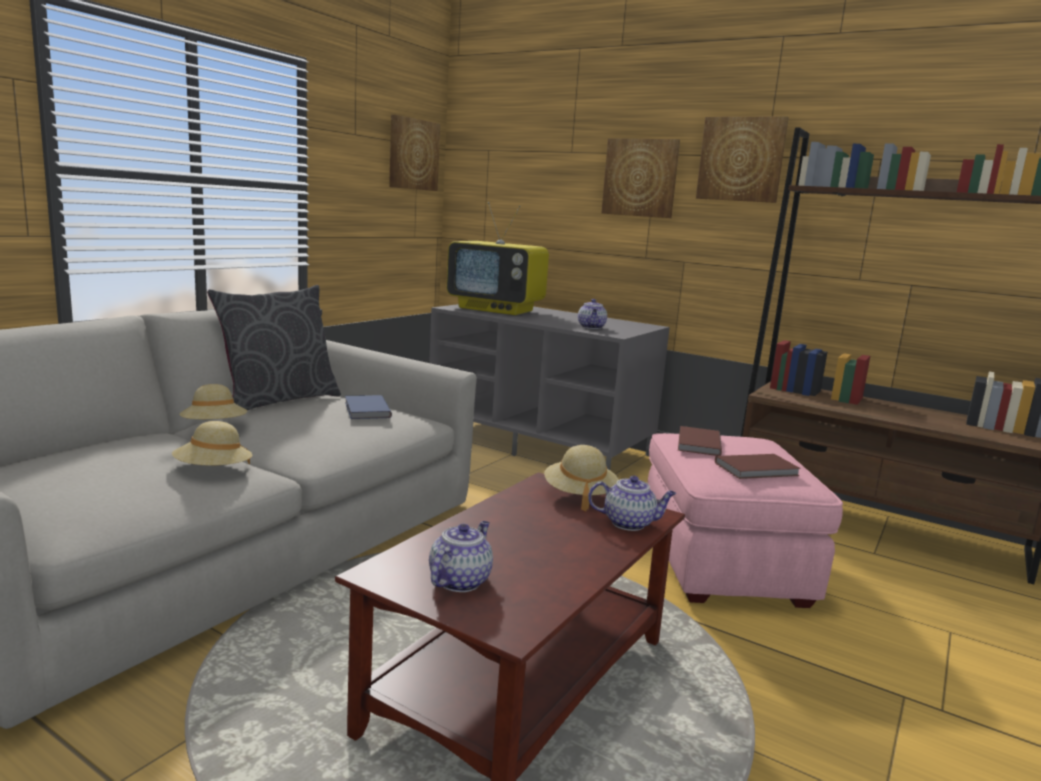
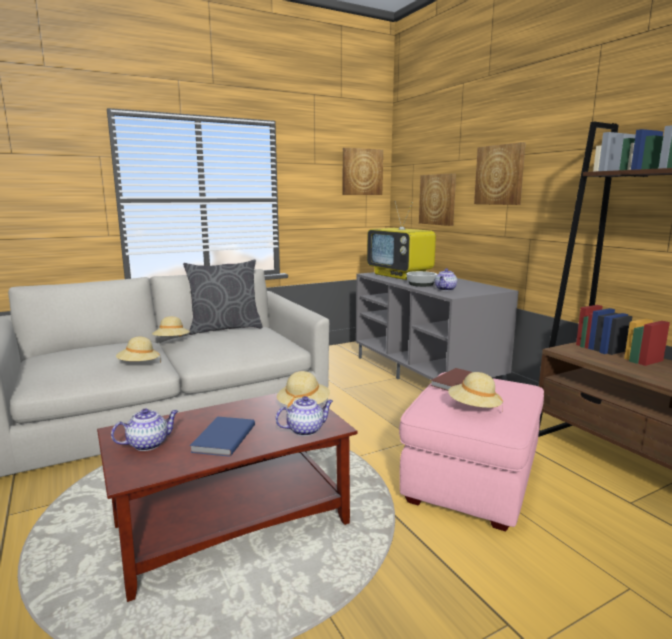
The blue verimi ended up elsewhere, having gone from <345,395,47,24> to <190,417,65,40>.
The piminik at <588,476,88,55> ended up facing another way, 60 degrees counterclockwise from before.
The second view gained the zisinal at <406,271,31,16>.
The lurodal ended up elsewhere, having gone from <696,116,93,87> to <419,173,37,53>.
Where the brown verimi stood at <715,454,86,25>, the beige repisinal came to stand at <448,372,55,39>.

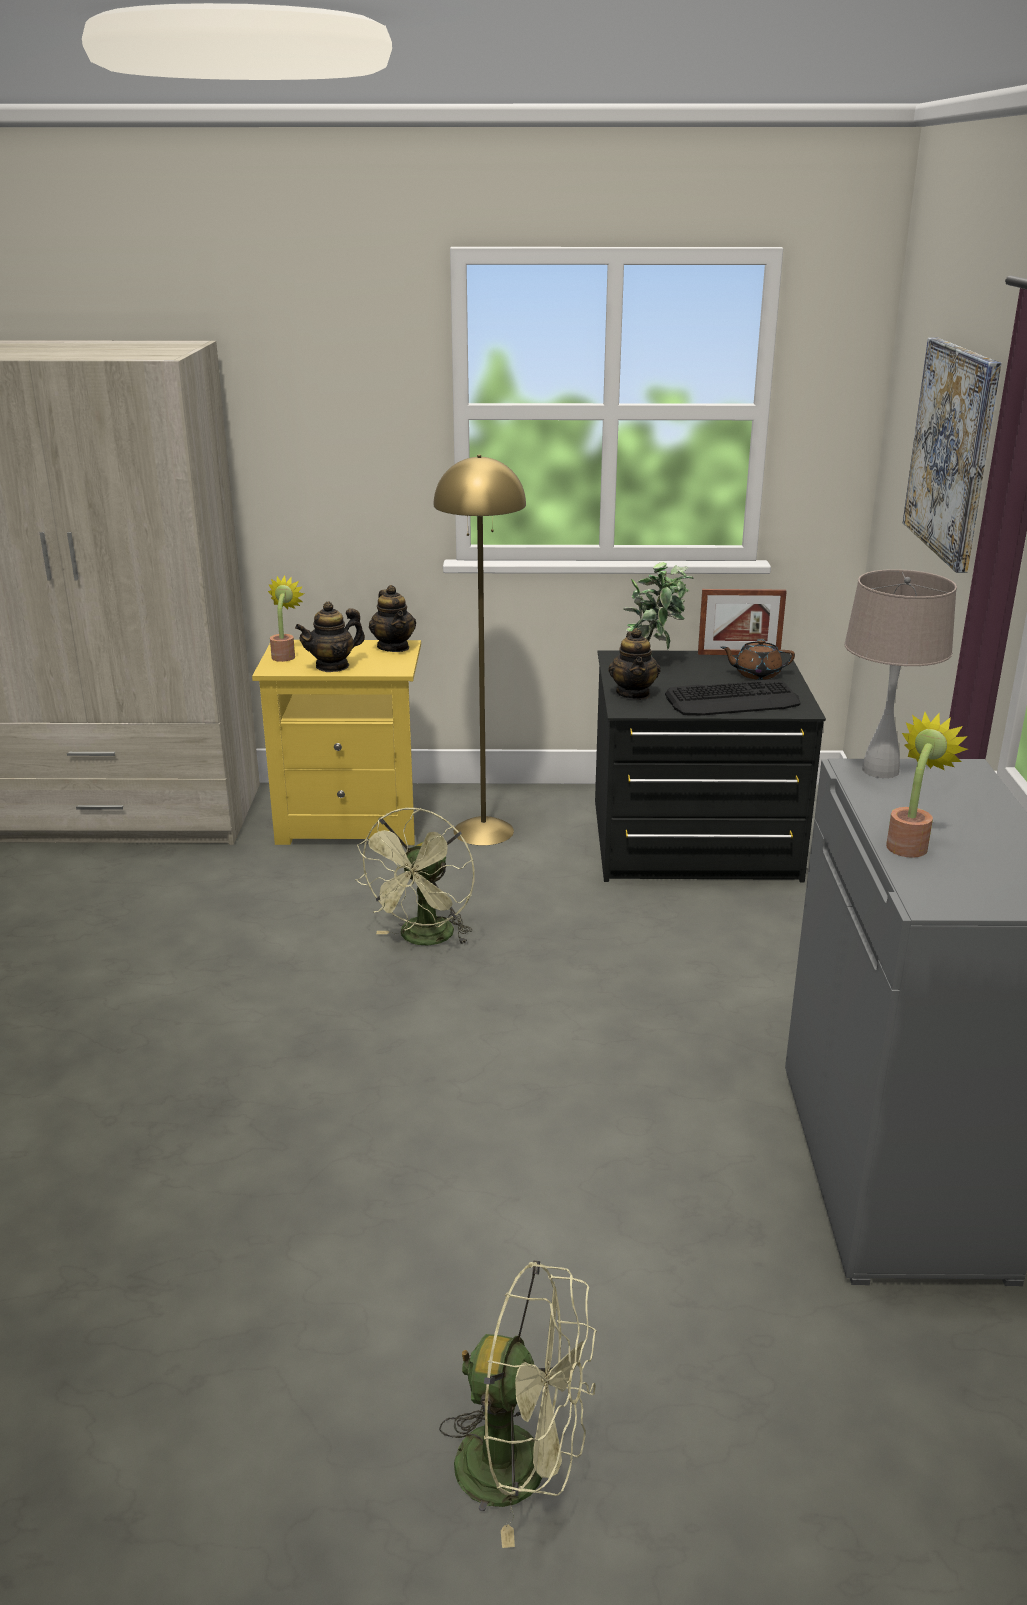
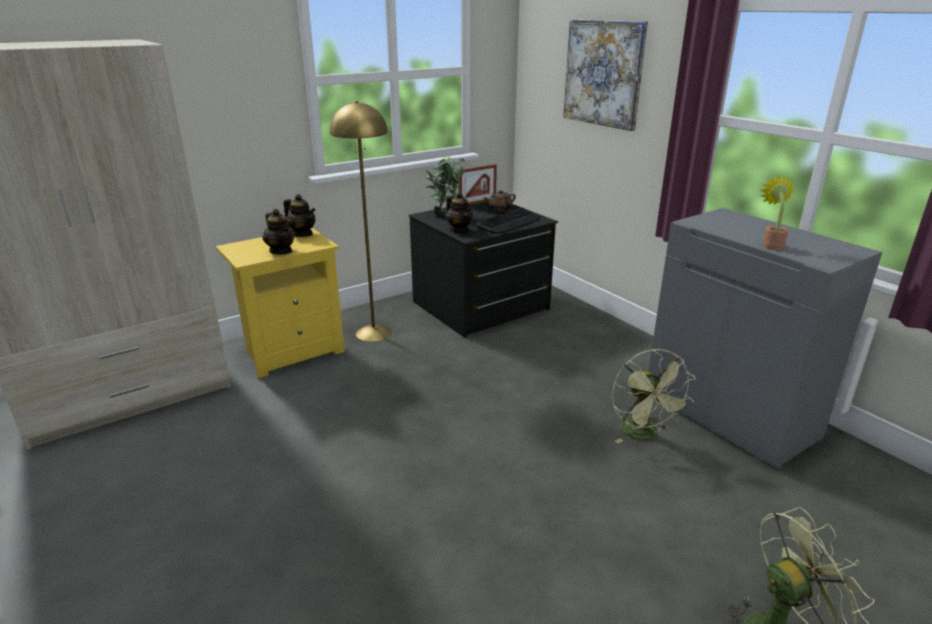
The piminik at <295,601,70,71> ended up facing another way, 60 degrees counterclockwise from before.
The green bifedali ended up elsewhere, having gone from <355,808,120,138> to <612,349,84,94>.
The second view lost the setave at <268,575,36,87>.
The second view lost the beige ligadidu at <844,569,113,209>.

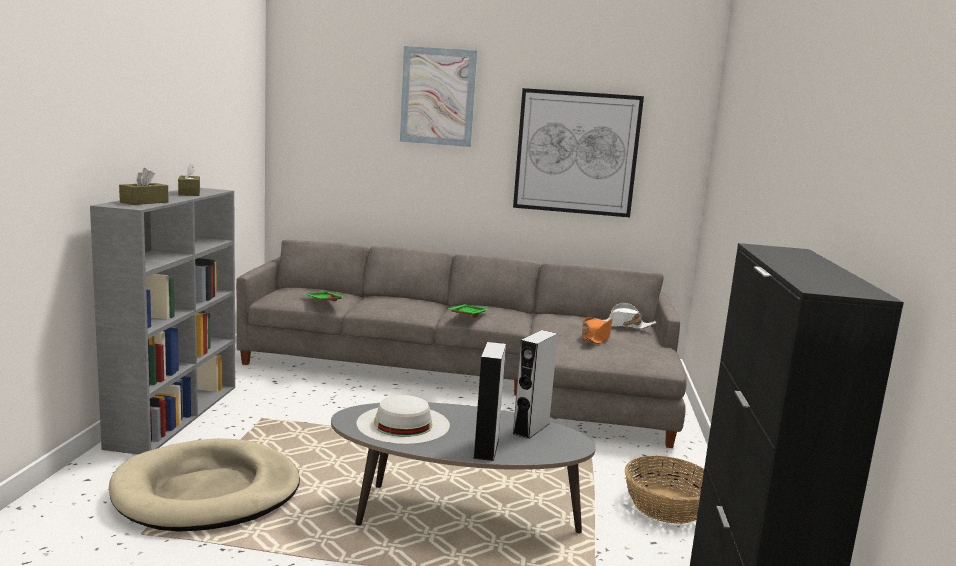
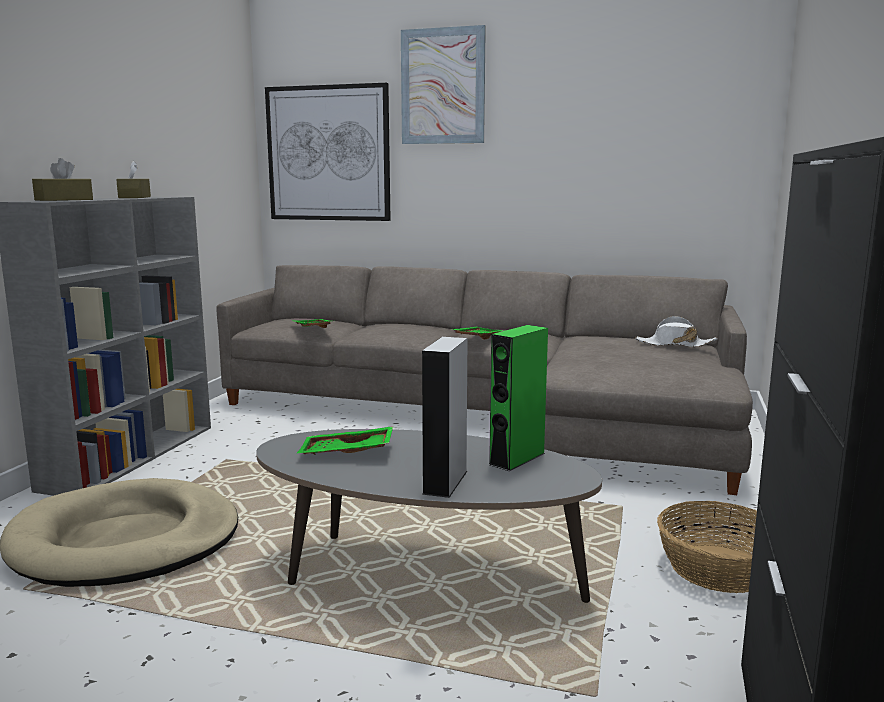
The lurodal ended up elsewhere, having gone from <513,88,131,129> to <265,83,126,138>.
Where the white repisinal stood at <356,395,94,49>, the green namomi came to stand at <297,426,97,29>.
What was the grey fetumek at <512,330,46,109> turned into the green fetumek at <489,325,59,146>.
The second view lost the orange repisinal at <582,317,31,27>.

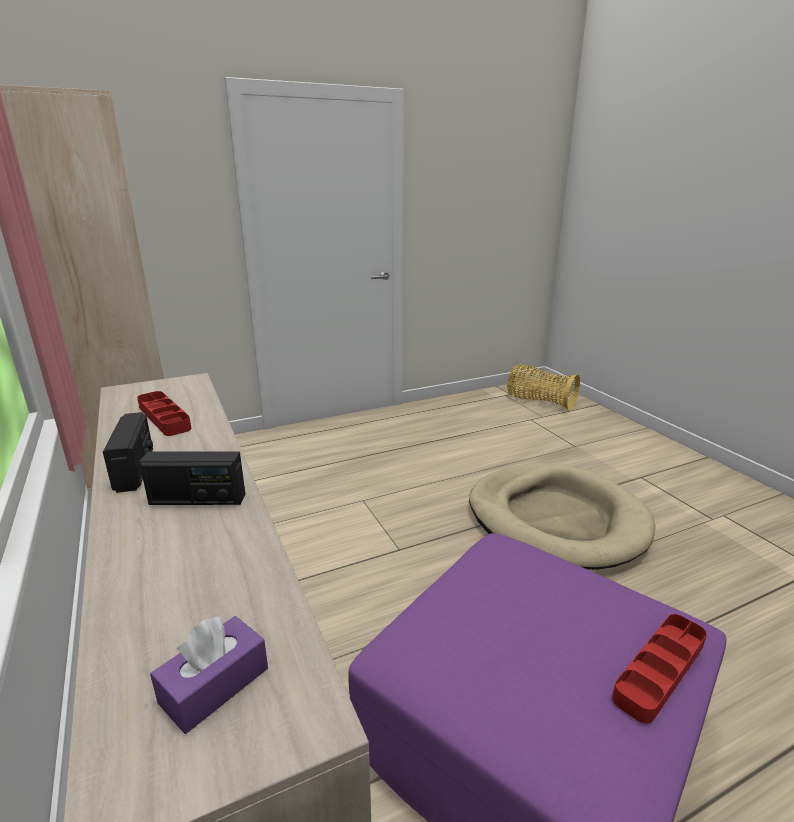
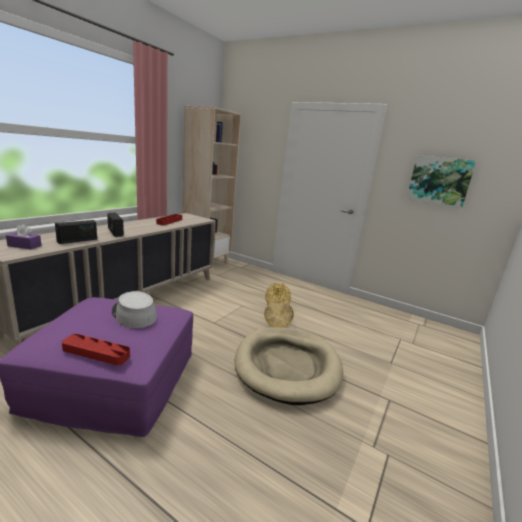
The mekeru ended up elsewhere, having gone from <103,412,50,81> to <55,220,42,24>.
The second view gained the grey repisinal at <112,291,45,37>.
The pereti ended up elsewhere, having gone from <507,364,73,46> to <264,283,30,44>.
The second view gained the lurodal at <407,155,69,53>.

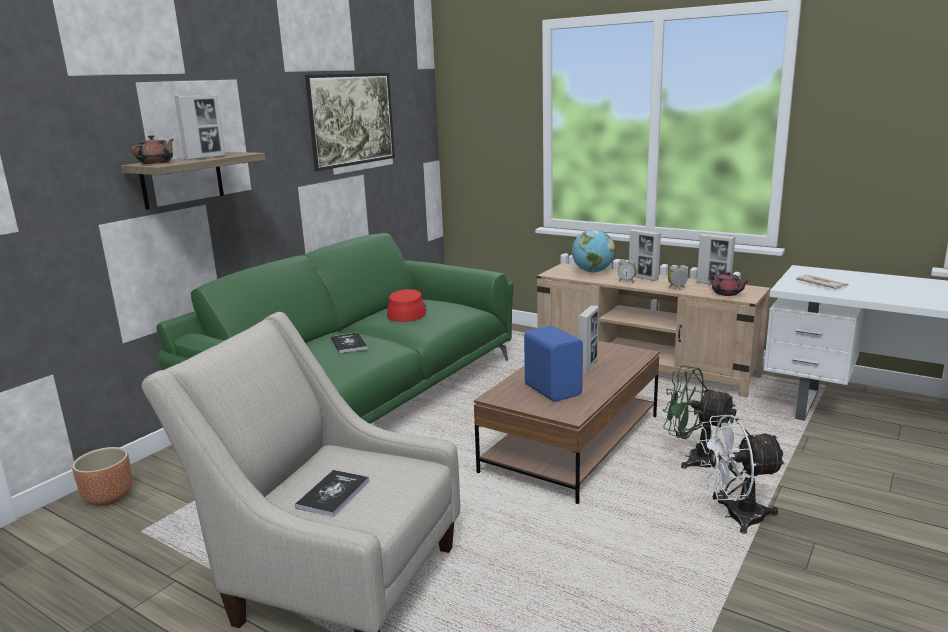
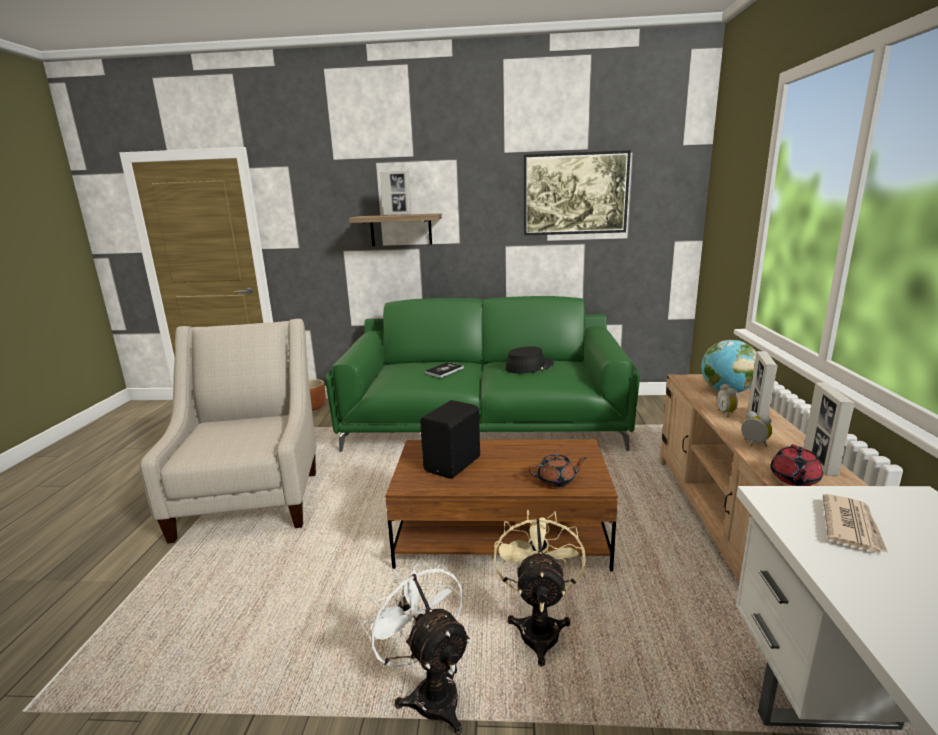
What was the blue fetumek at <524,326,59,76> turned into the black fetumek at <420,400,60,79>.
What was the green bifedali at <662,365,74,104> turned into the beige bifedali at <494,510,92,156>.
What was the red repisinal at <387,289,40,33> turned into the black repisinal at <505,346,49,28>.
The brown piminik ended up elsewhere, having gone from <132,135,42,29> to <529,454,58,33>.
The second view lost the verimi at <295,470,74,47>.
The second view lost the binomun at <577,305,22,69>.

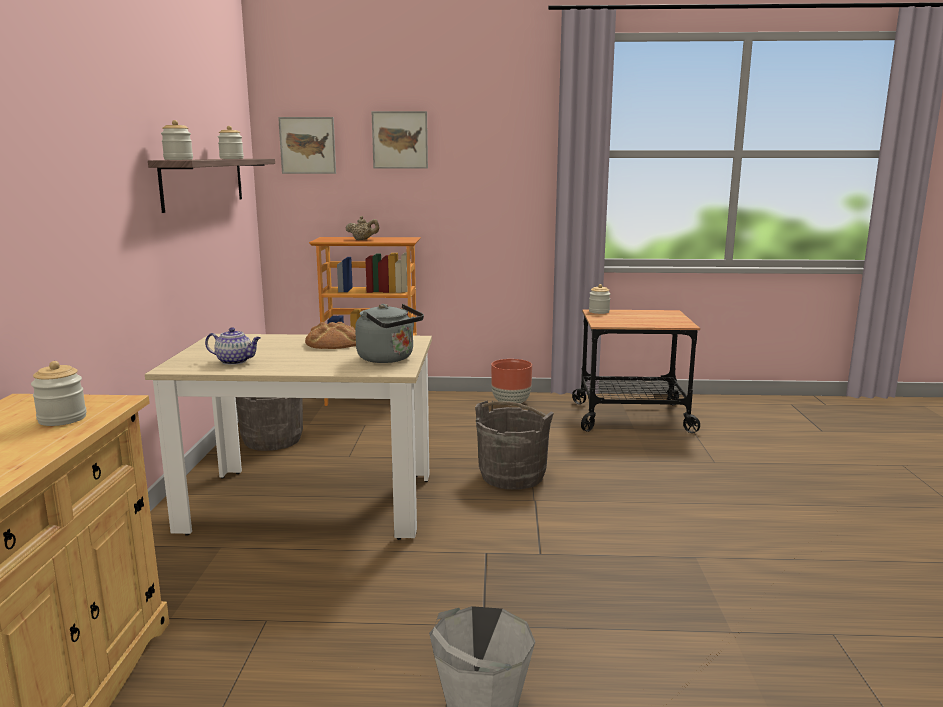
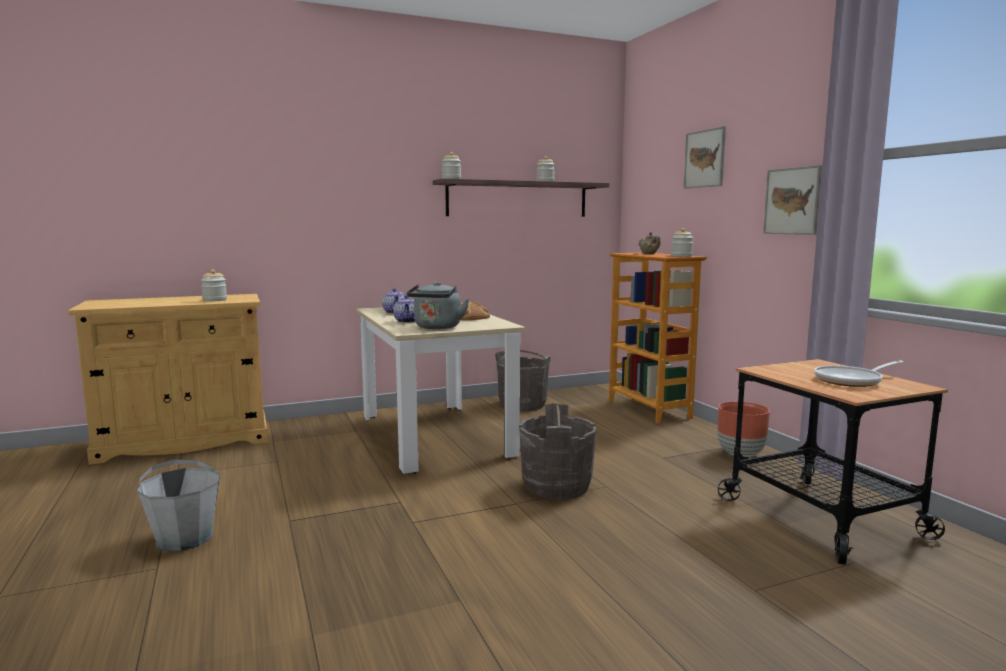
The second view gained the piminik at <393,295,22,28>.
The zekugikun ended up elsewhere, having gone from <589,284,21,30> to <671,228,22,29>.
The lurodal ended up elsewhere, having gone from <278,117,58,57> to <763,165,59,70>.
The second view gained the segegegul at <814,360,90,27>.

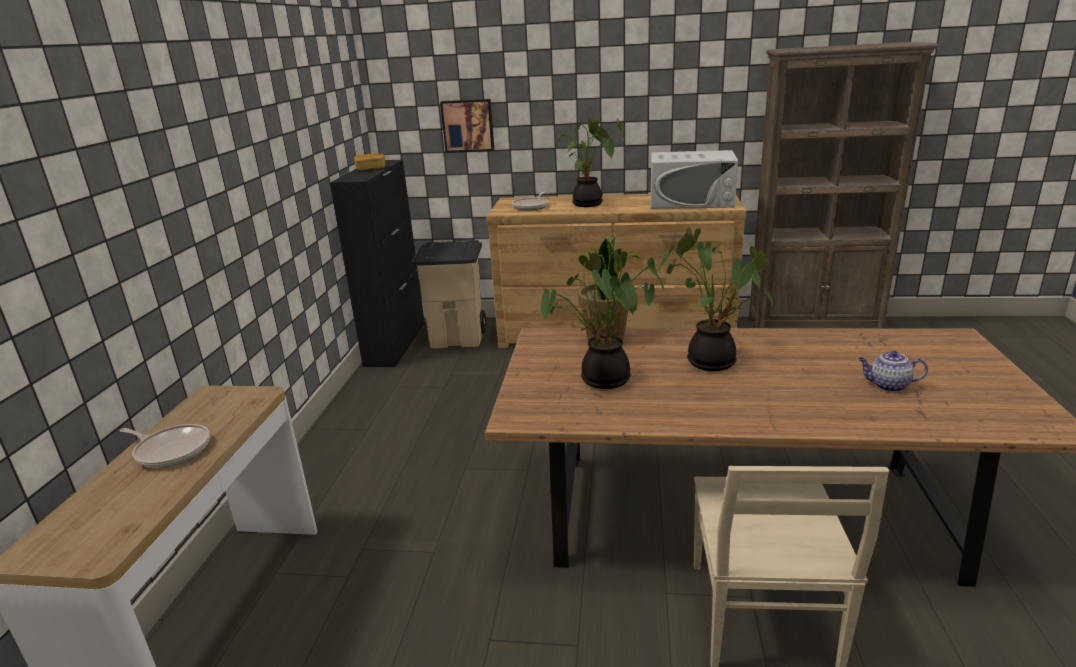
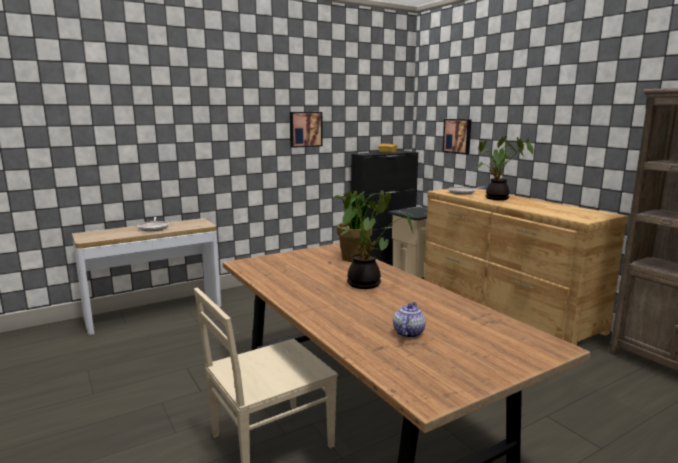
The second view gained the lurodal at <290,112,33,36>.
The piminik at <858,351,70,41> ended up facing another way, 45 degrees clockwise from before.
The second view lost the setave at <540,250,124,139>.
The second view lost the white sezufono at <651,150,87,59>.

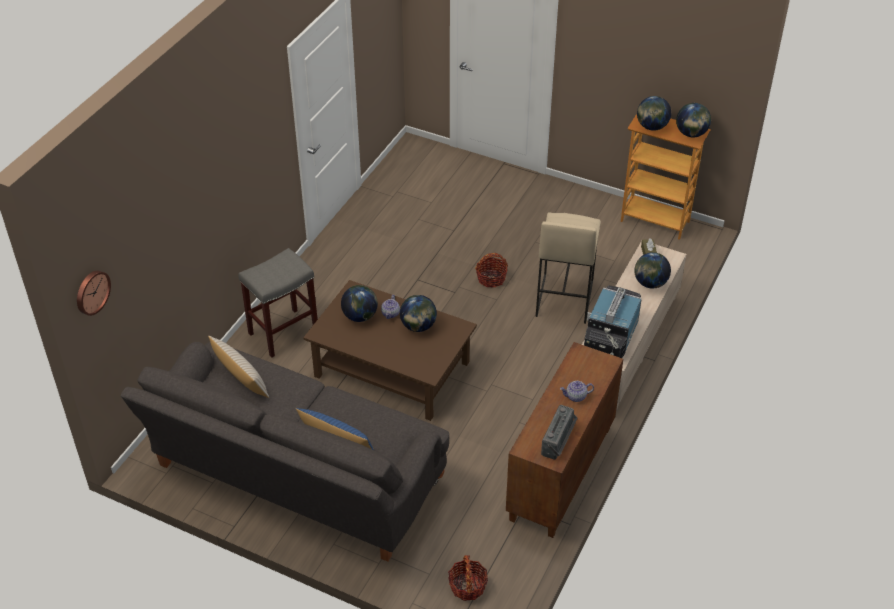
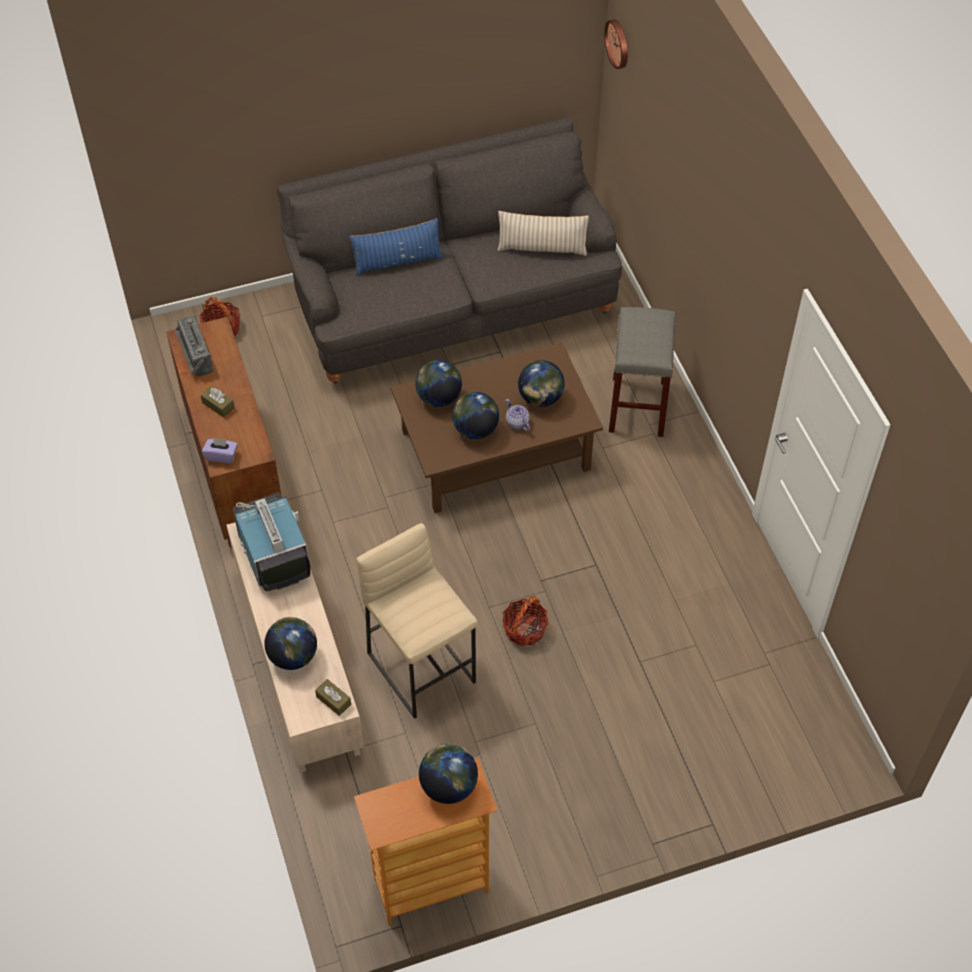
Where the piminik stood at <560,381,34,21>, the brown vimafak came to stand at <201,386,34,31>.
The second view gained the purple vimafak at <202,437,36,27>.
The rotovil ended up elsewhere, having gone from <676,103,35,34> to <415,360,47,47>.

